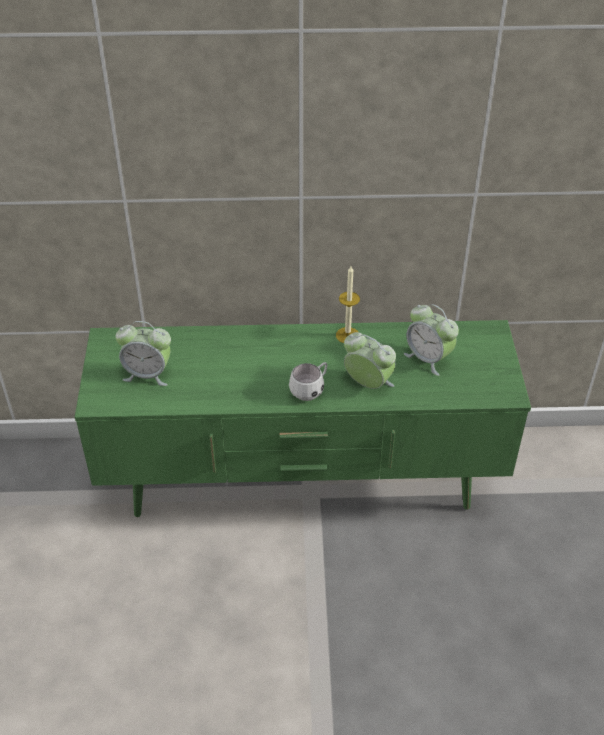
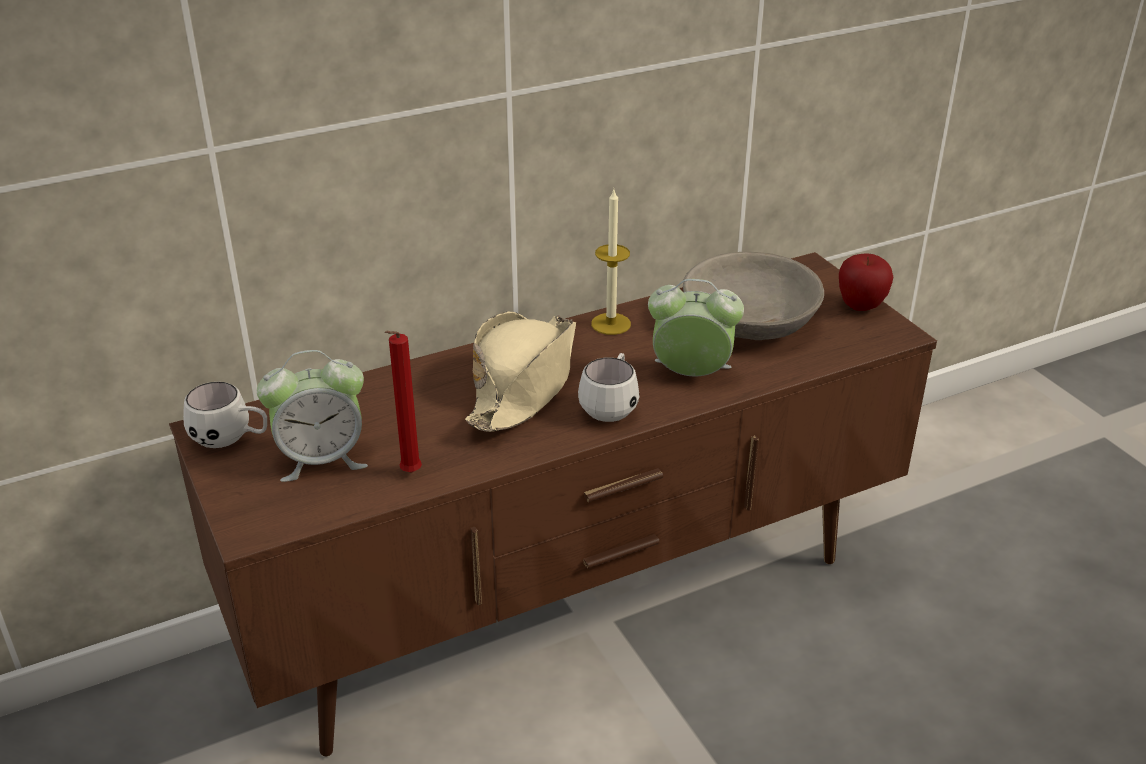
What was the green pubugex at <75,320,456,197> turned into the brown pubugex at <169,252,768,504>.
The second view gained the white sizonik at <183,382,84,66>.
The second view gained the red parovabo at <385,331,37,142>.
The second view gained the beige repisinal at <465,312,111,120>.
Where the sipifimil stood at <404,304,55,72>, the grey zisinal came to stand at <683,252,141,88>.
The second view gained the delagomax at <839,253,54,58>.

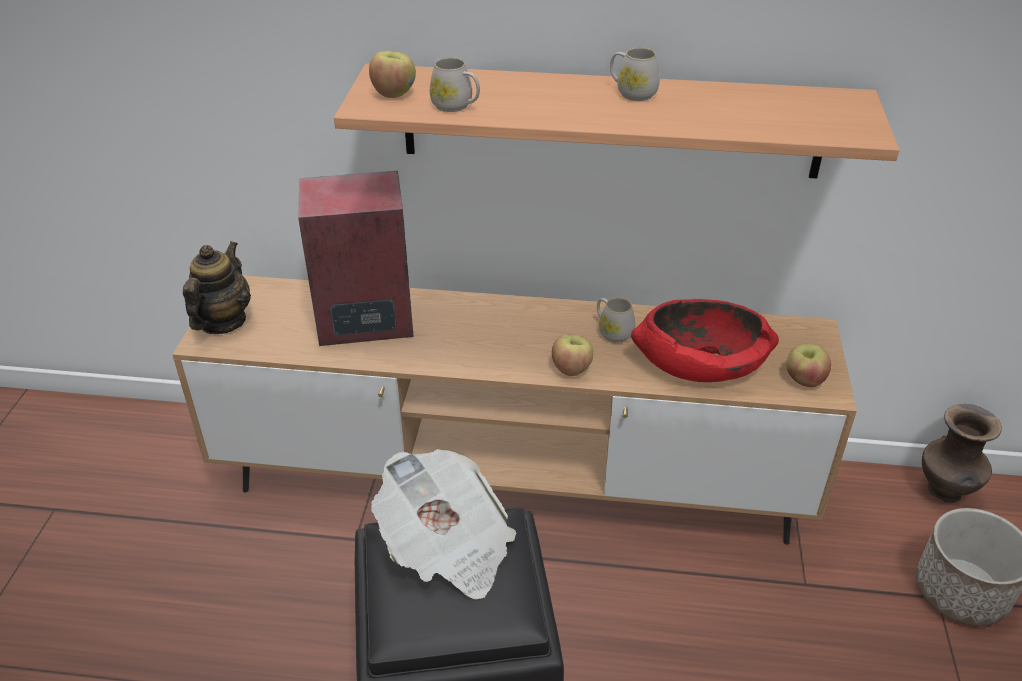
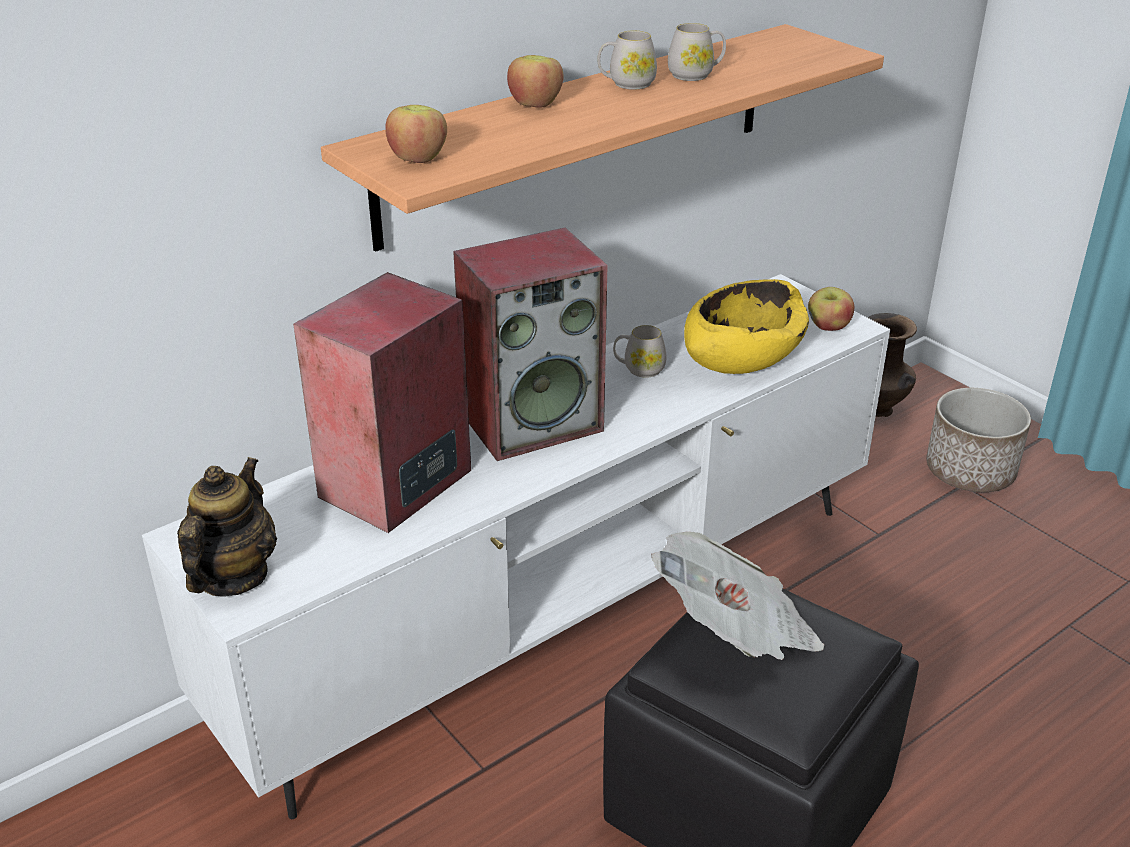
What was the brown pubugex at <172,275,685,270> turned into the white pubugex at <142,274,748,545>.
The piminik at <183,241,68,93> ended up facing another way, 45 degrees clockwise from before.
The second view gained the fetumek at <453,228,155,233>.
The delagomax ended up elsewhere, having gone from <552,334,42,42> to <507,55,57,53>.
The white sizonik ended up elsewhere, having gone from <430,57,50,55> to <668,23,58,58>.
What was the red zisinal at <631,299,148,83> turned into the yellow zisinal at <684,279,125,95>.

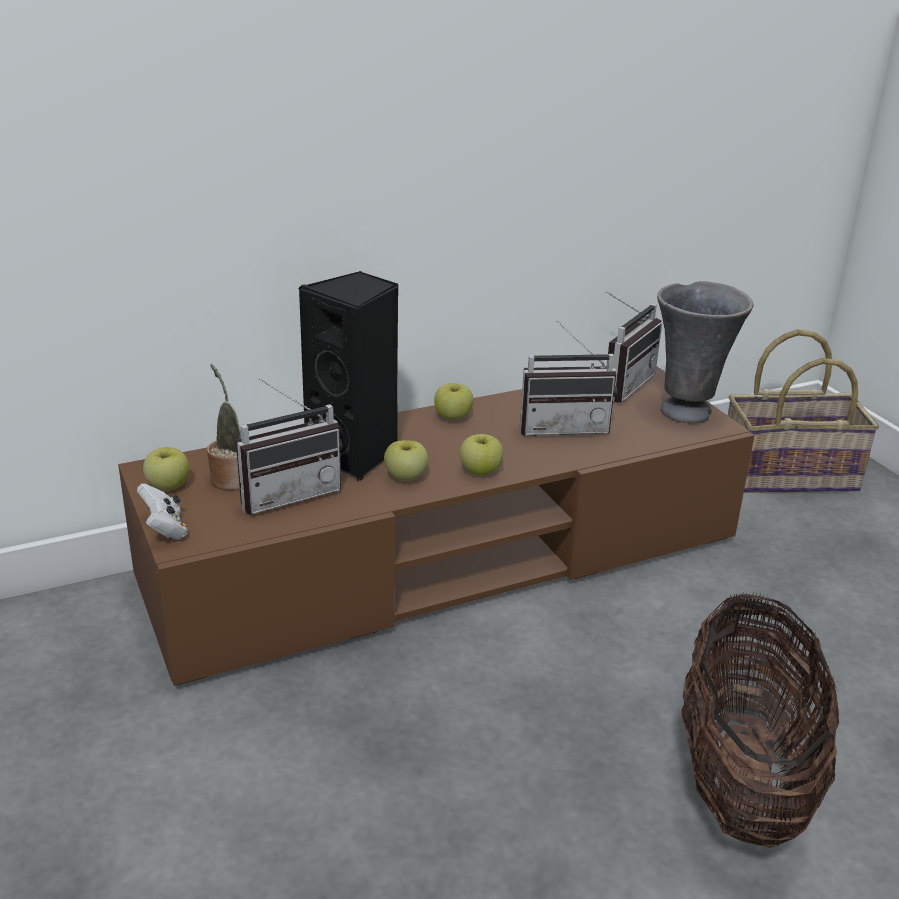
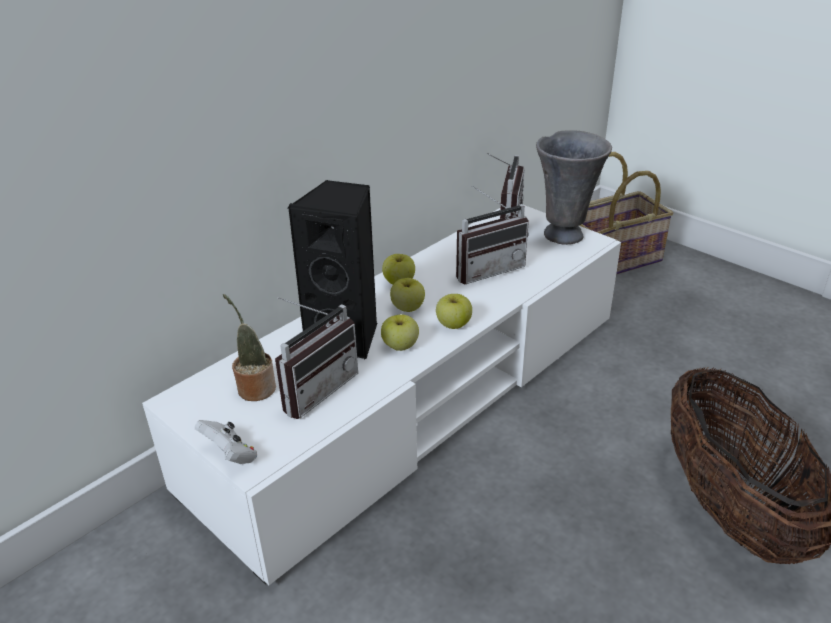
What was the brown pubugex at <118,366,637,320> turned into the white pubugex at <142,205,479,380>.
The delagomax ended up elsewhere, having gone from <143,447,46,44> to <390,278,35,34>.

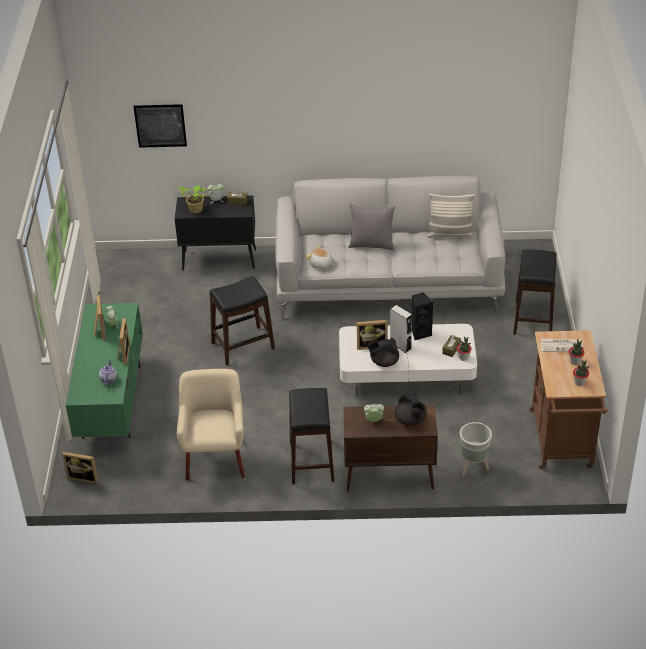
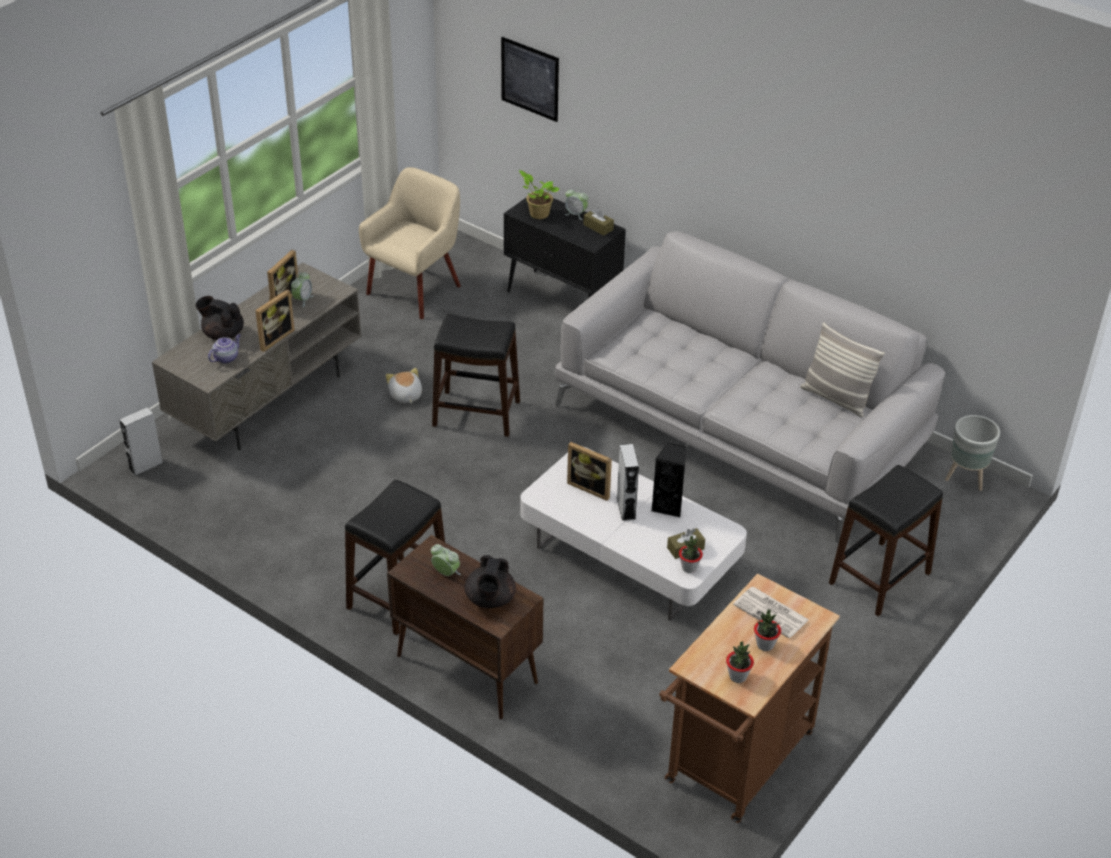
Where the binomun stood at <62,452,37,32>, the grey fetumek came to stand at <119,407,44,69>.
What was the green pubugex at <66,303,77,136> turned into the grey pubugex at <152,262,209,188>.
The black piminik ended up elsewhere, having gone from <368,338,31,29> to <195,296,49,44>.
The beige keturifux ended up elsewhere, having gone from <177,369,68,112> to <359,167,102,152>.
The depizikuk ended up elsewhere, having gone from <306,245,27,24> to <386,368,36,35>.
The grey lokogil ended up elsewhere, having gone from <460,422,32,53> to <945,415,55,76>.
The second view lost the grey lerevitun at <348,204,47,46>.

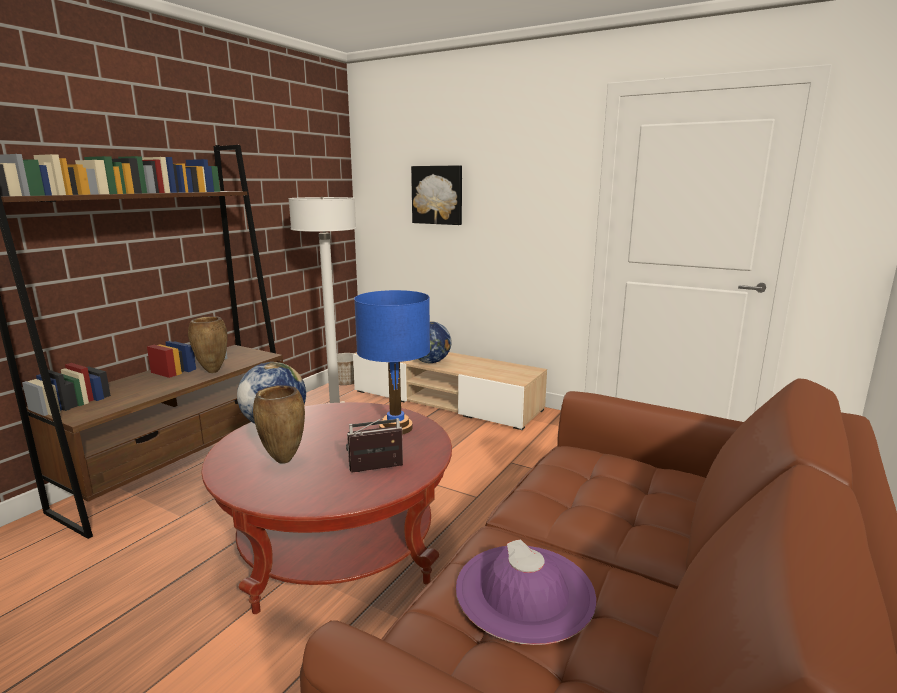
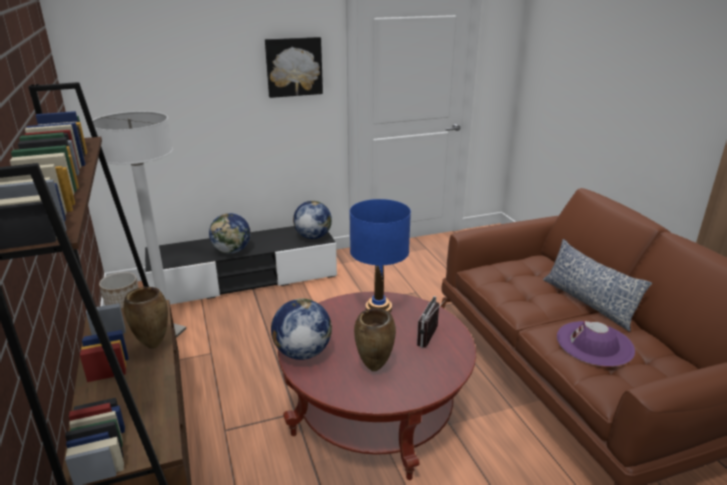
What was the beige pubugex at <353,352,194,78> turned into the black pubugex at <145,226,192,79>.
The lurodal ended up elsewhere, having gone from <411,165,51,60> to <265,37,58,61>.
The second view gained the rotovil at <293,201,39,38>.
The second view gained the lerevitun at <543,239,109,93>.

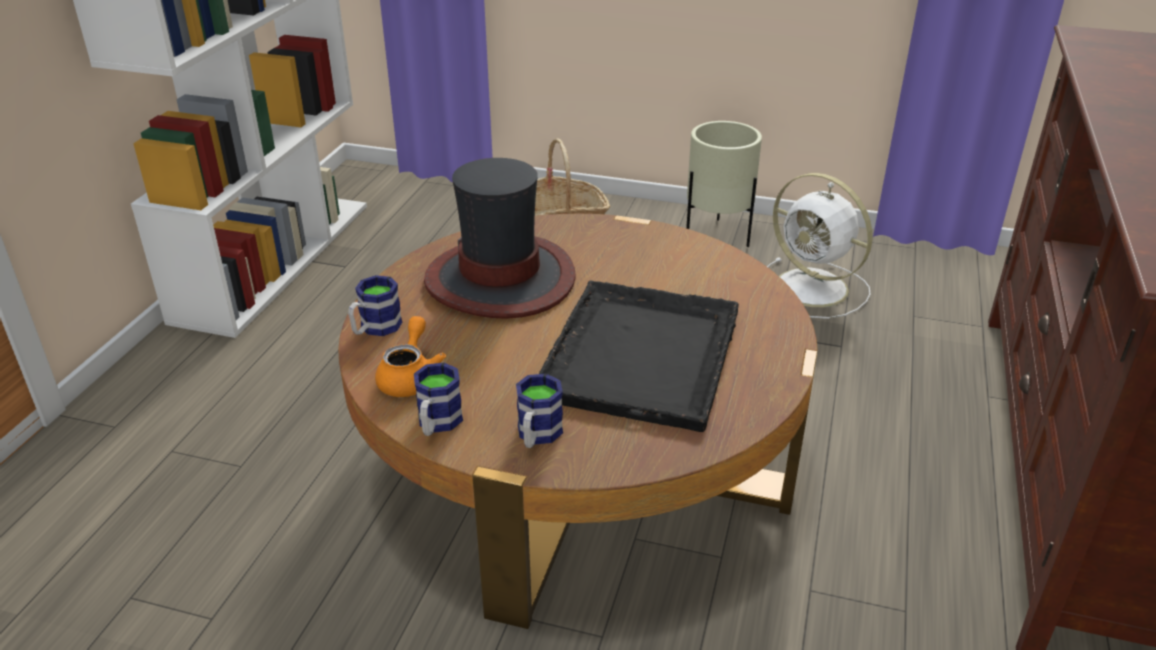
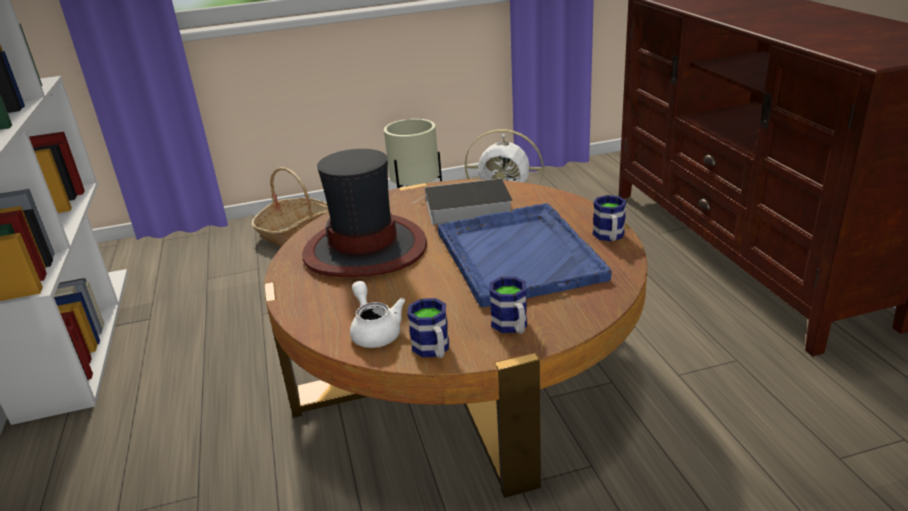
What was the orange piminik at <375,316,71,81> turned into the white piminik at <350,281,55,67>.
The second view gained the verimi at <412,178,101,47>.
What was the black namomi at <539,280,200,152> turned into the blue namomi at <437,203,175,104>.
The sizonik ended up elsewhere, having gone from <348,275,54,61> to <592,195,34,46>.

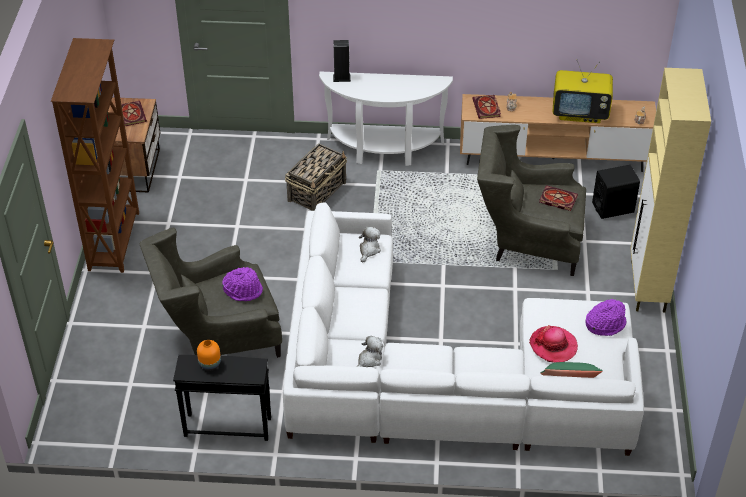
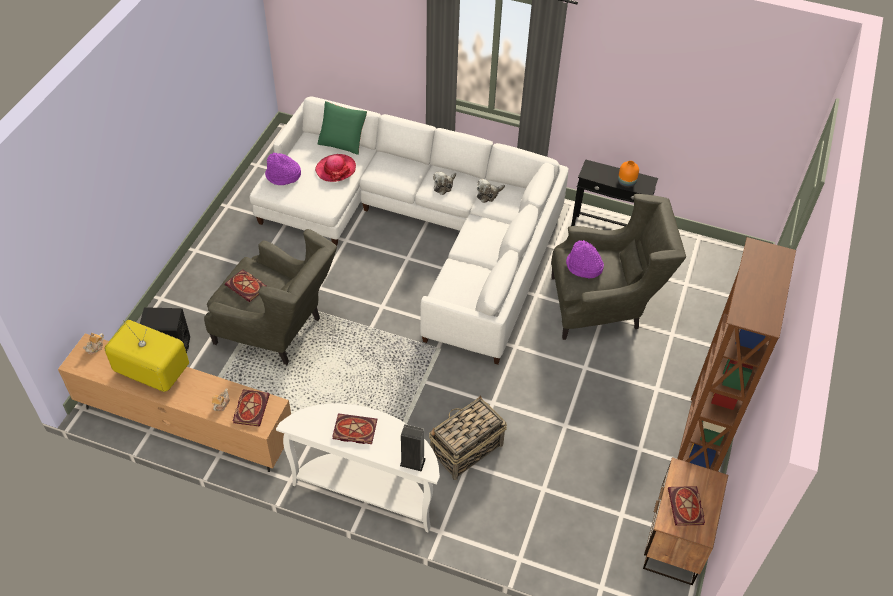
The second view gained the verimi at <332,413,45,31>.
The depizikuk ended up elsewhere, having gone from <359,227,22,36> to <433,172,23,23>.
The second view lost the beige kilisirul at <630,68,81,245>.

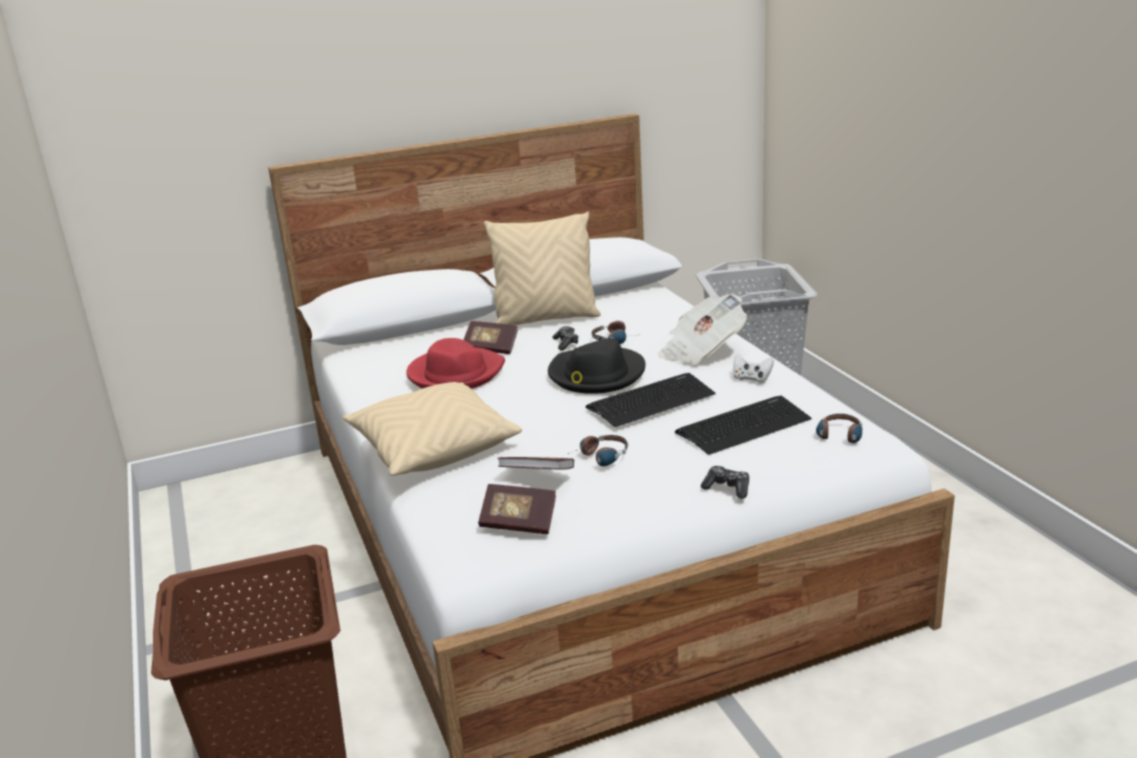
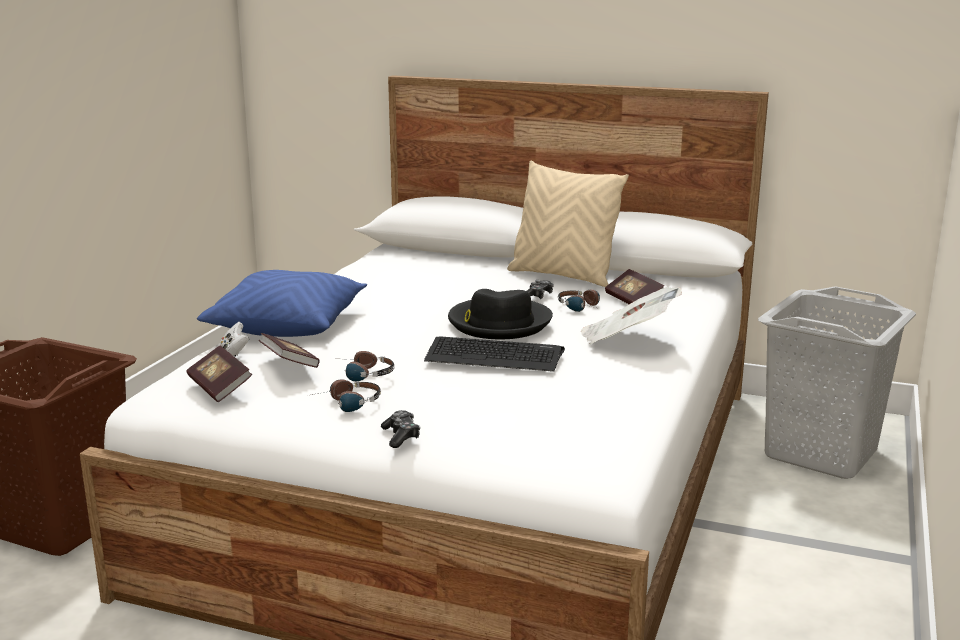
What was the beige lerevitun at <342,382,180,94> turned into the blue lerevitun at <197,270,170,67>.
The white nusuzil ended up elsewhere, having gone from <733,354,41,29> to <220,322,30,35>.
The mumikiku ended up elsewhere, having gone from <816,414,47,29> to <307,380,74,32>.
The verimi ended up elsewhere, having gone from <463,321,55,33> to <605,269,59,35>.
The second view lost the red repisinal at <406,338,99,51>.
The second view lost the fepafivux at <675,396,136,59>.

